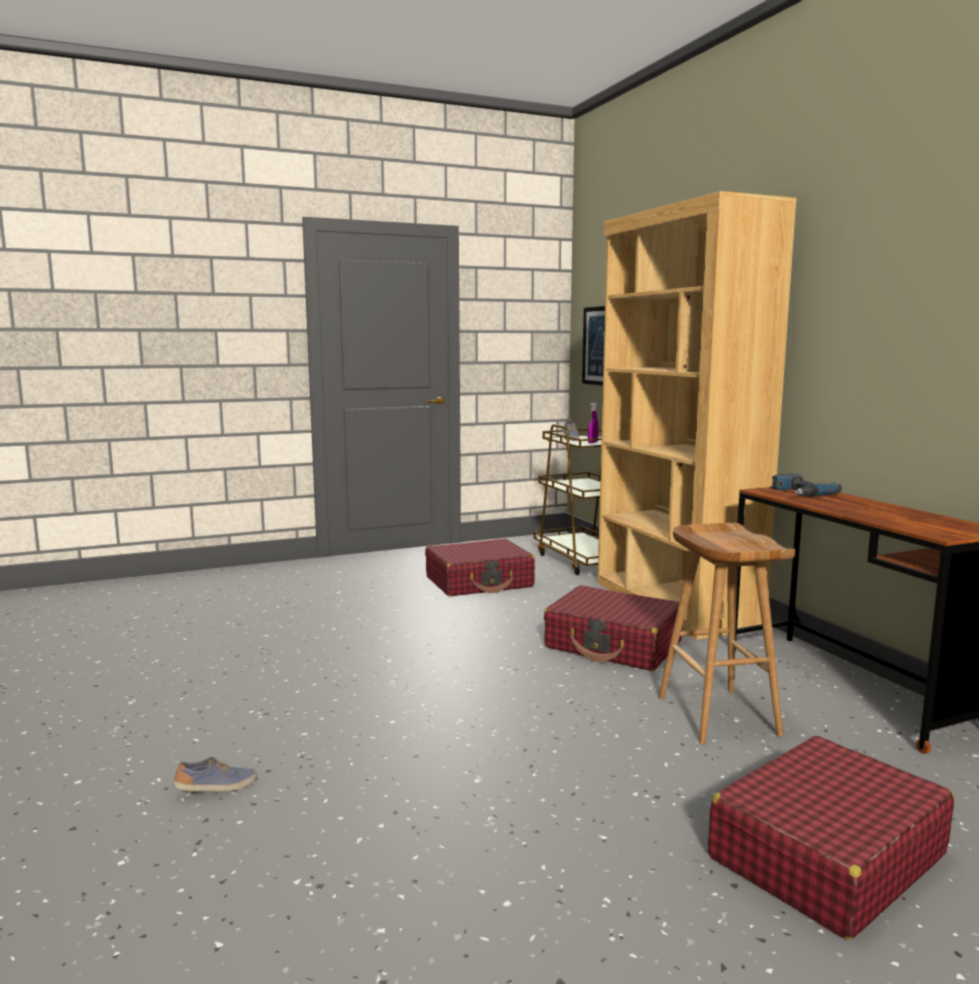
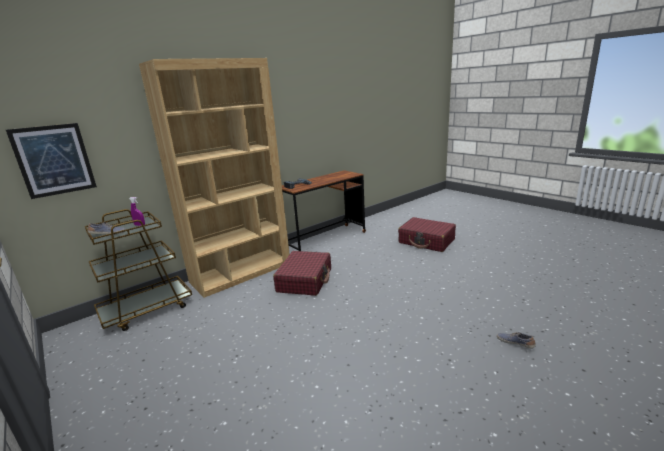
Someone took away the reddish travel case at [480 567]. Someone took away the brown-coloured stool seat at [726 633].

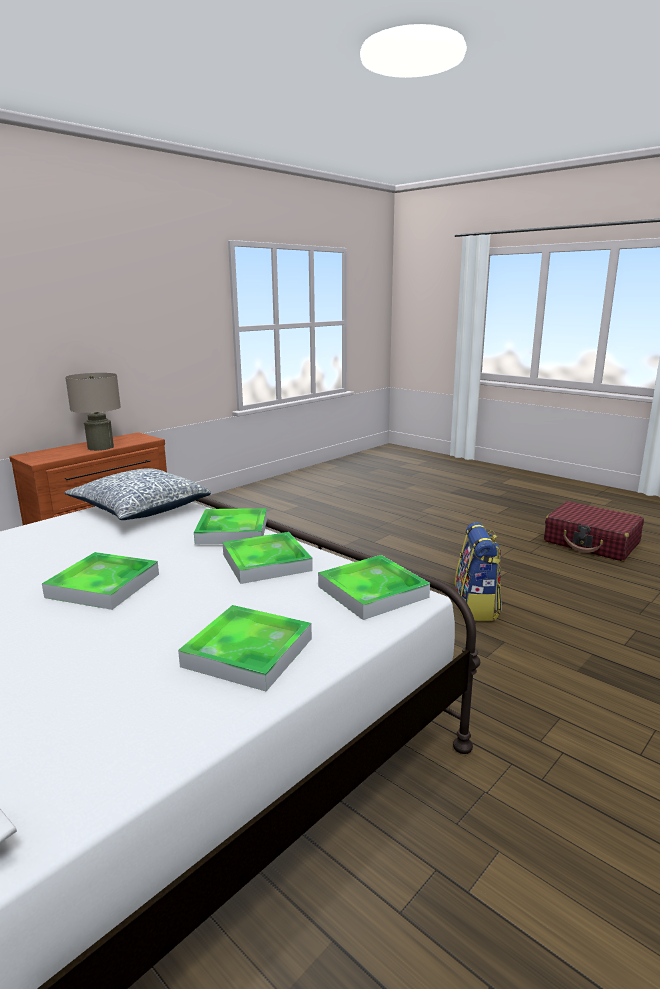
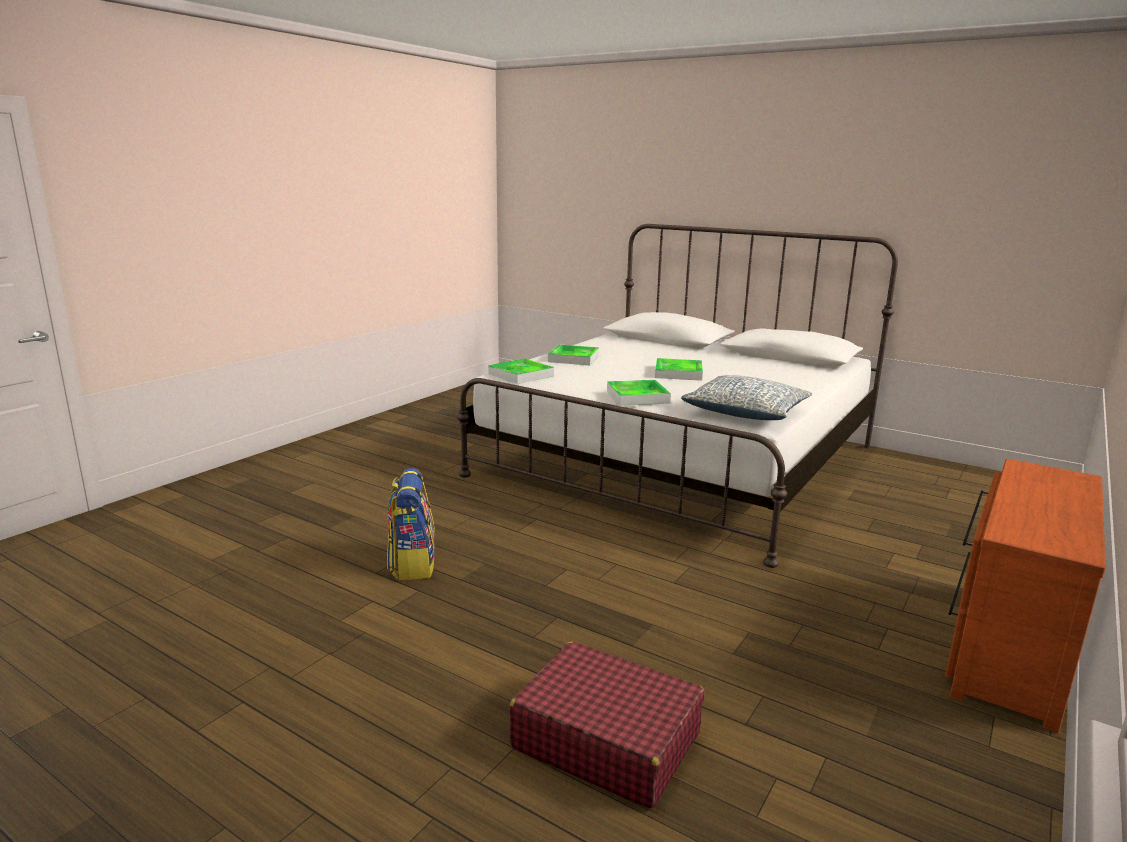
Someone took away the beige table lamp at [93 412]. Someone took away the tray at [267 558]. Someone carried the reddish travel case from [594 531] to [606 725].

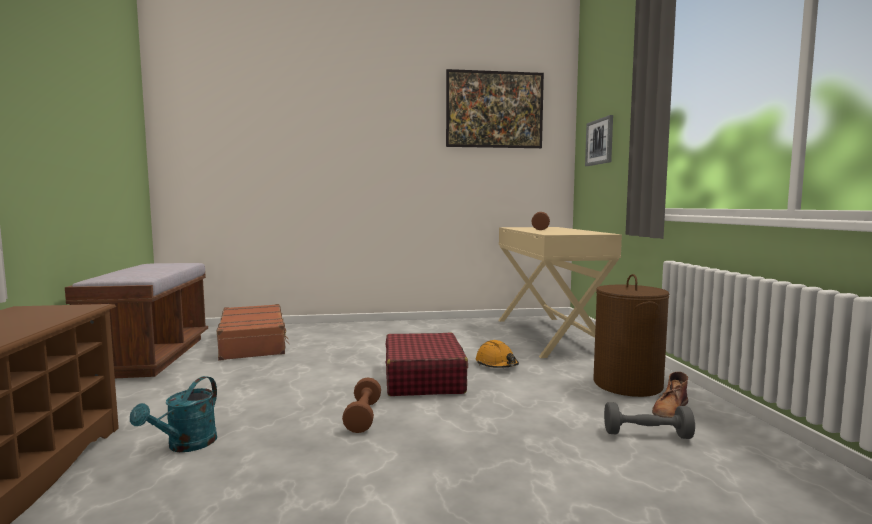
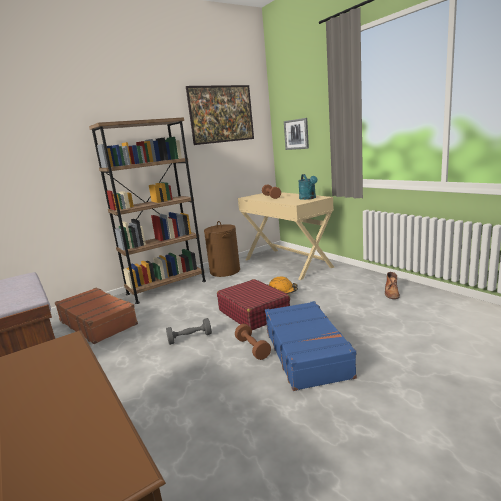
Someone carried the blue-green watering can from [173 414] to [308 187]. Someone carried the brown-coloured washing basket from [631 335] to [222 249]. Someone carried the grey dumbbell from [649 420] to [189 331]. Someone put down the brown-coloured bookshelf at [147 210]. Someone put down the bluish travel case at [311 346].

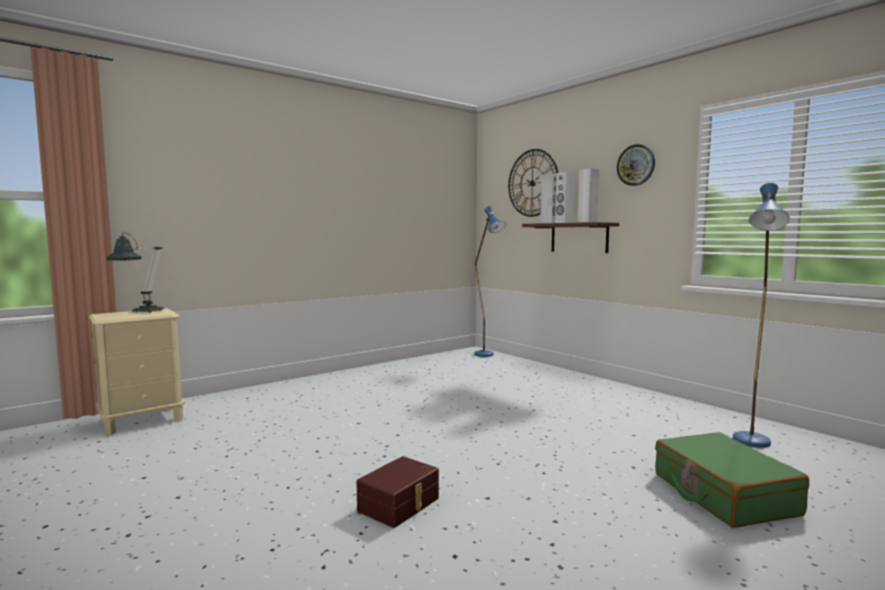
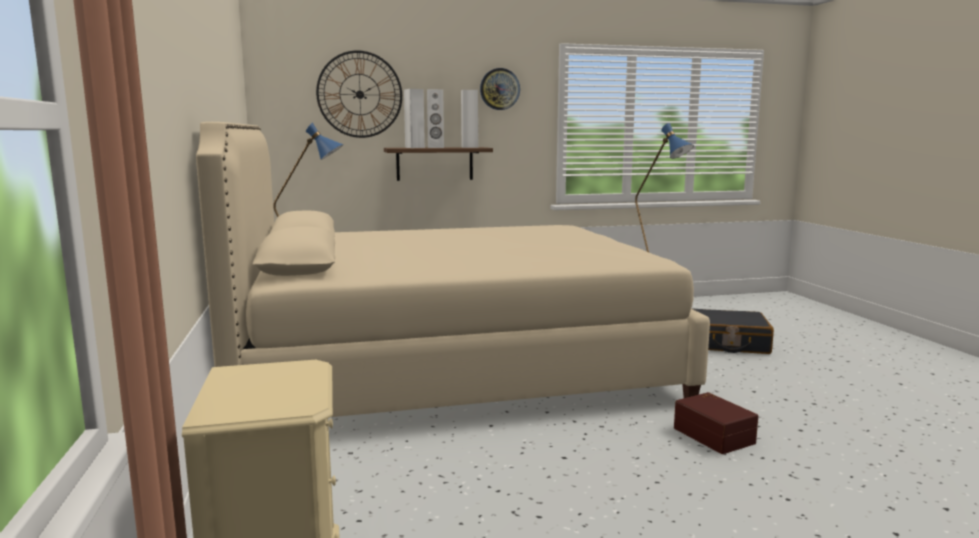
Someone took away the table lamp at [135 273]. Someone repainted the greenish travel case at [732 480], which became the blackish travel case at [732 331]. Someone put down the beige sleeping bed at [453 269].

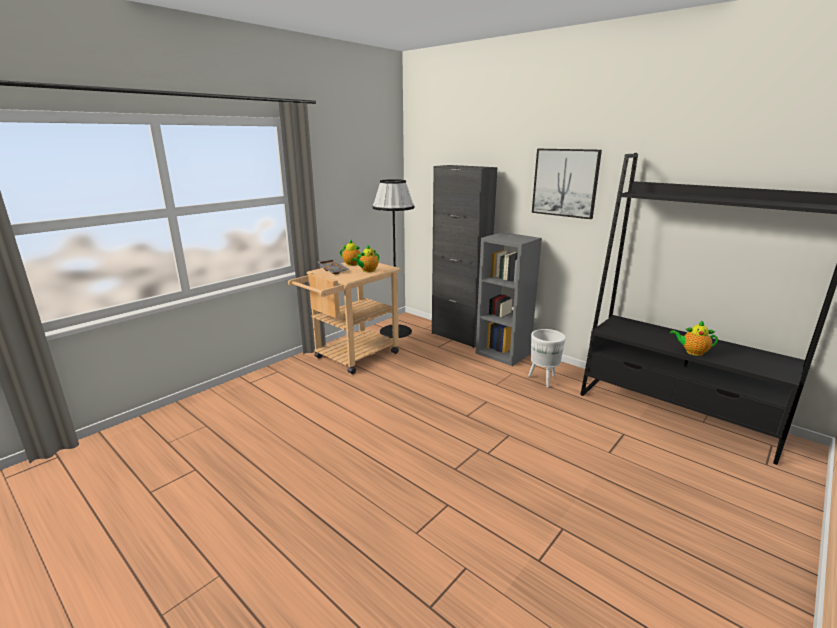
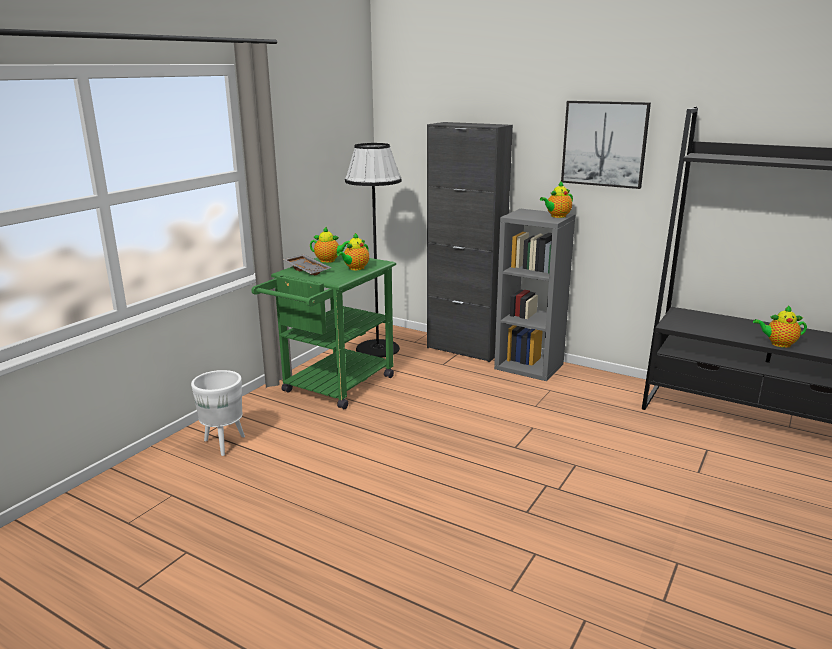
Someone repainted the beige trolley at [344 318], which became the greenish trolley at [323 332]. Someone carried the whitish plant pot from [547 358] to [218 413]. Someone put down the tea pot at [556 199].

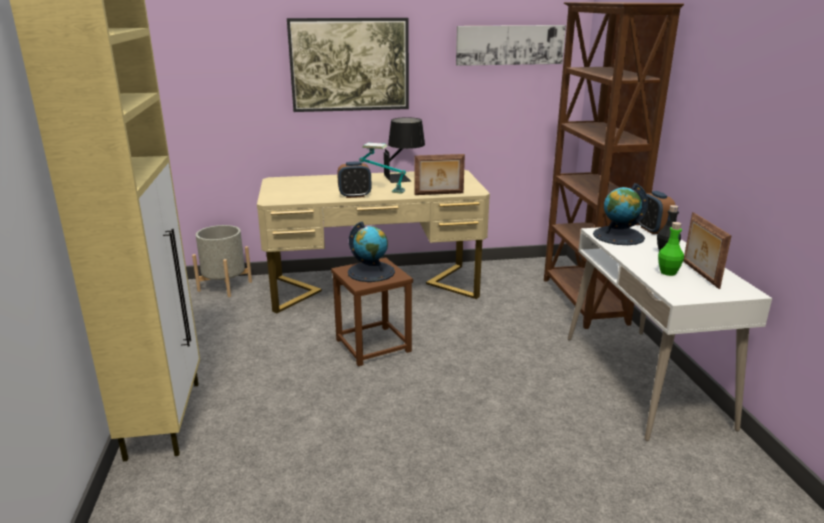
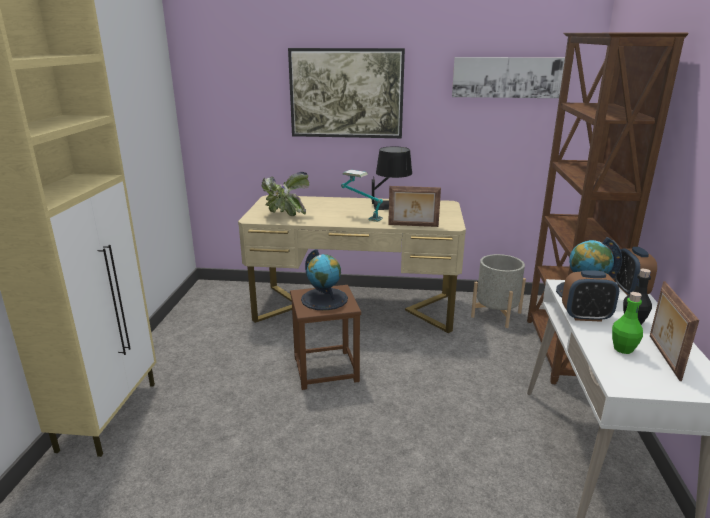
Someone carried the grey plant pot from [222 261] to [498 291]. Someone carried the alarm clock from [354 180] to [590 296]. Someone put down the potted plant at [285 194].

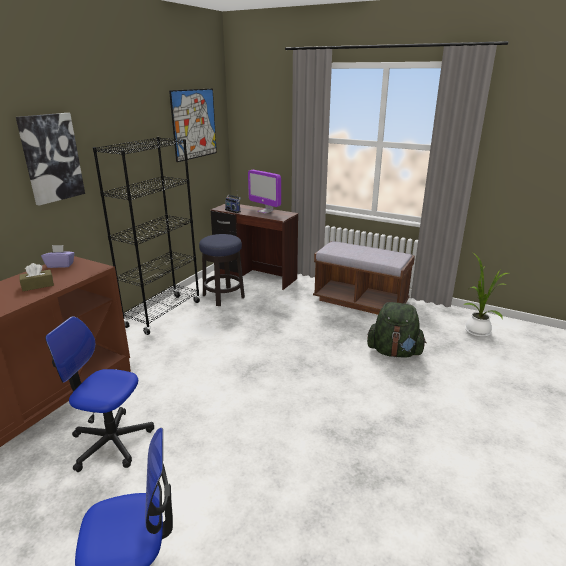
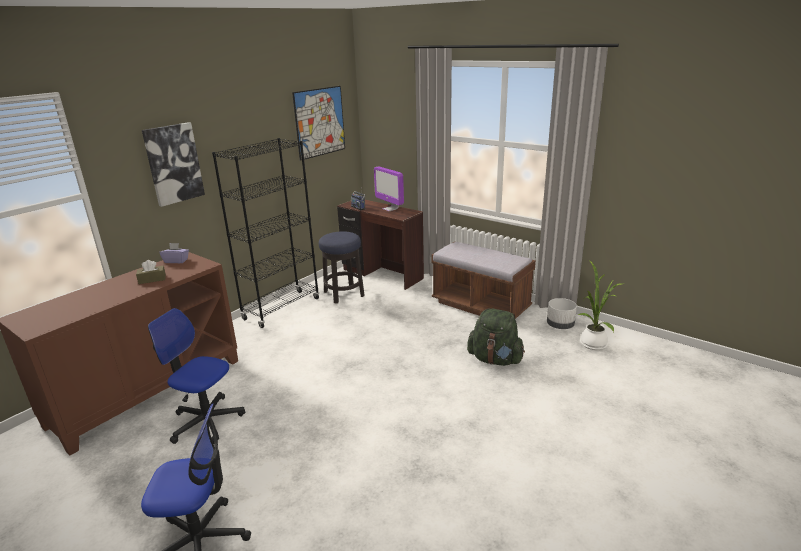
Someone put down the whitish plant pot at [562 313].

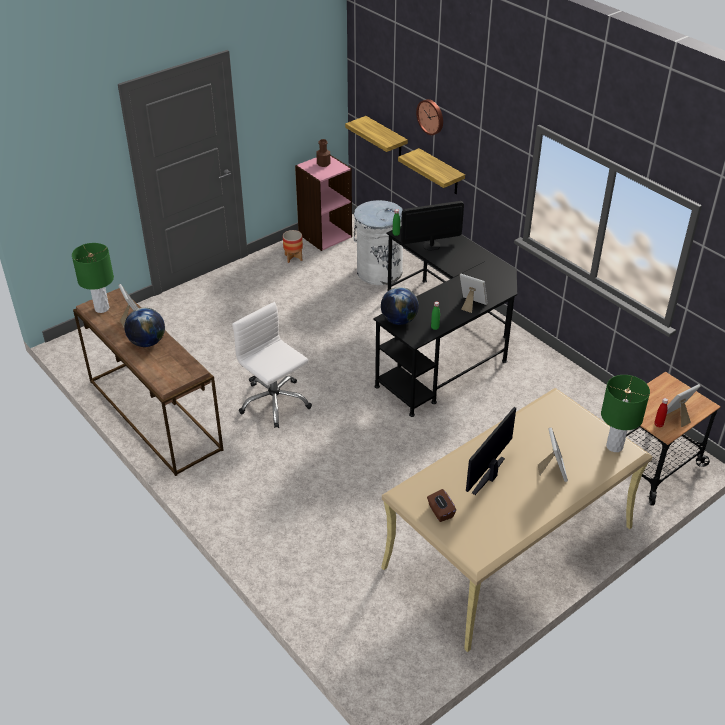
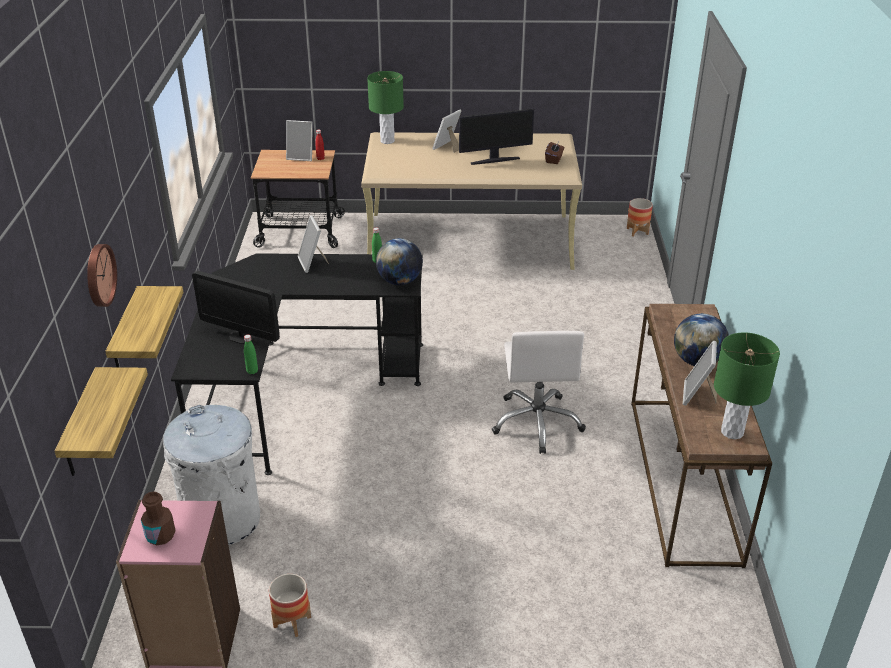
Someone put down the plant pot at [640 217].

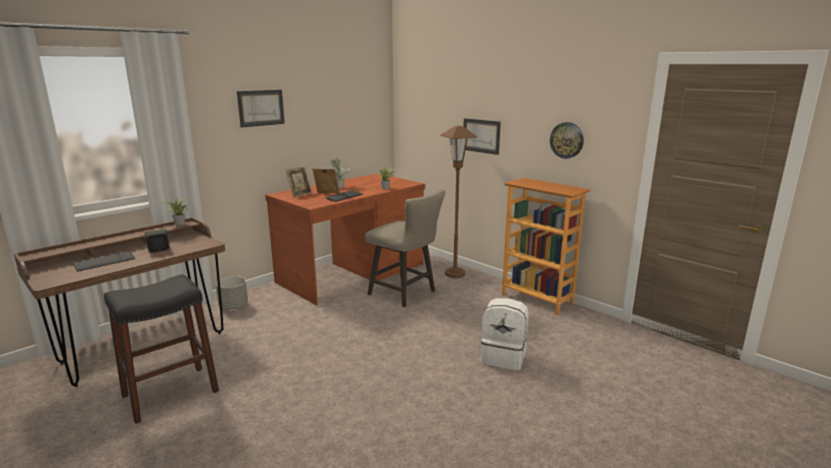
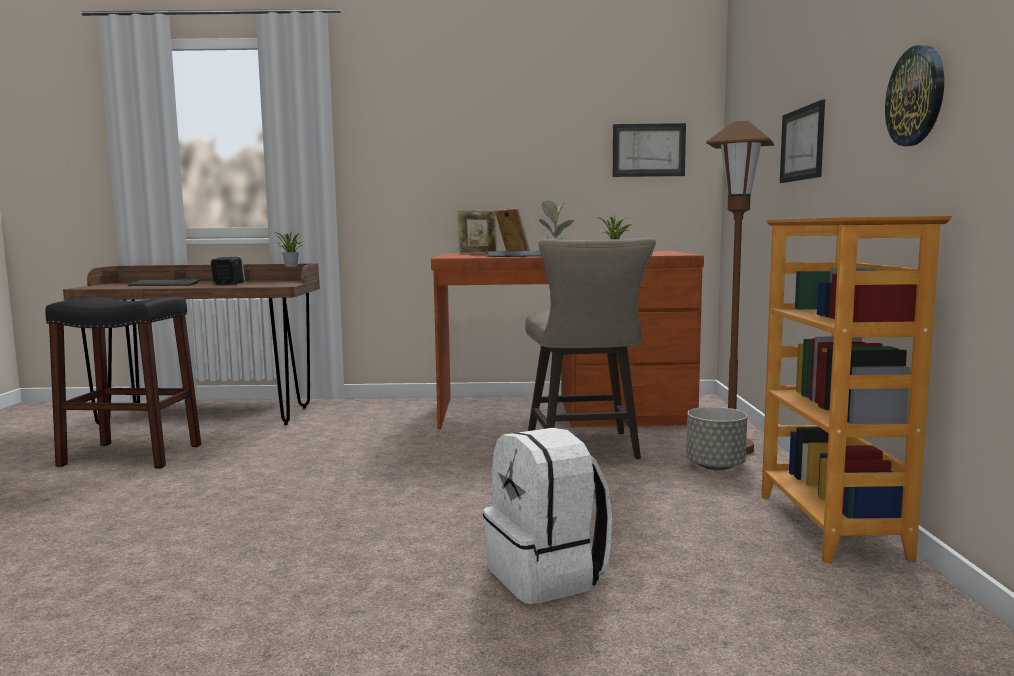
Someone carried the grey plant pot from [232 292] to [716 438]. Someone carried the wall art from [261 109] to [649 150].

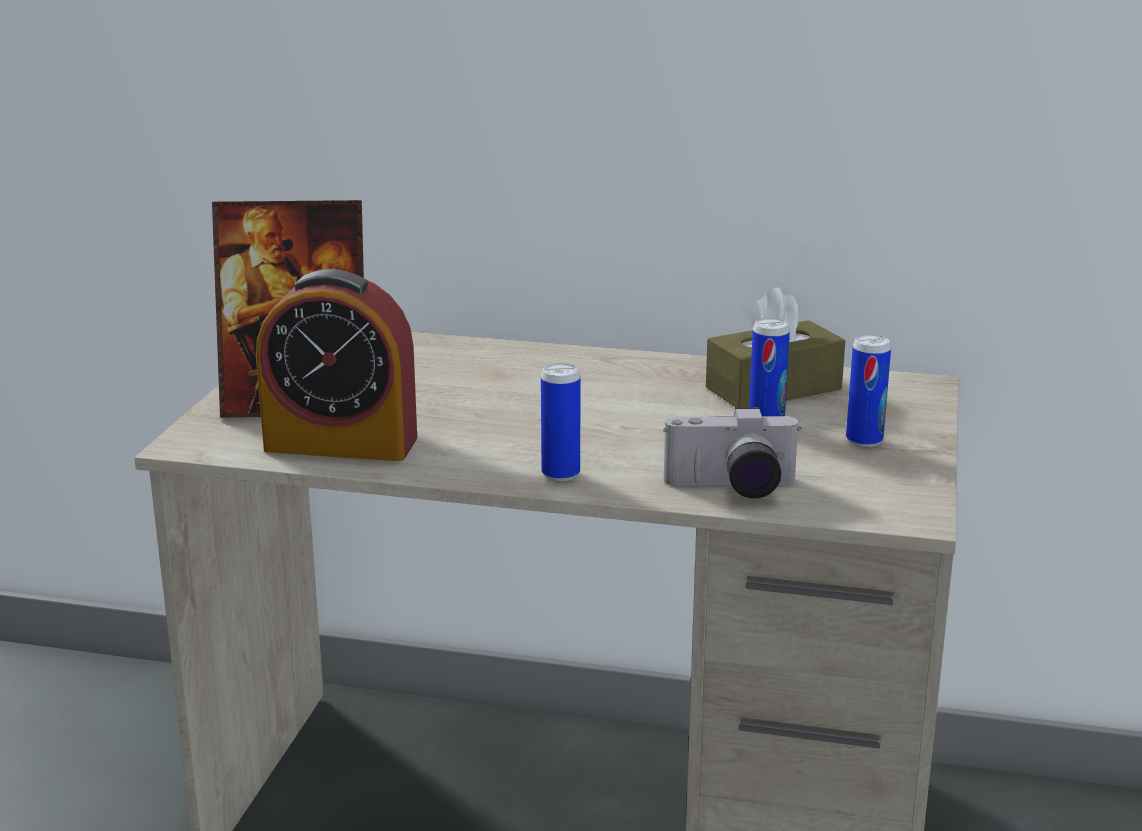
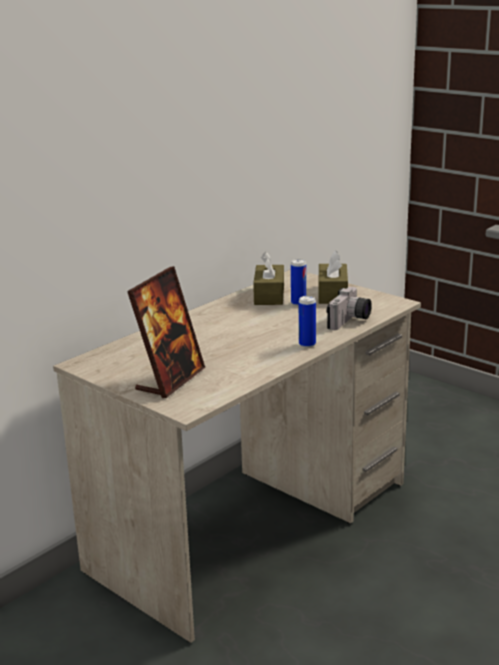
Someone took away the alarm clock at [336 365]. Someone swapped the metal can at [868 390] for the brown-coloured box of tissues at [333 277].

